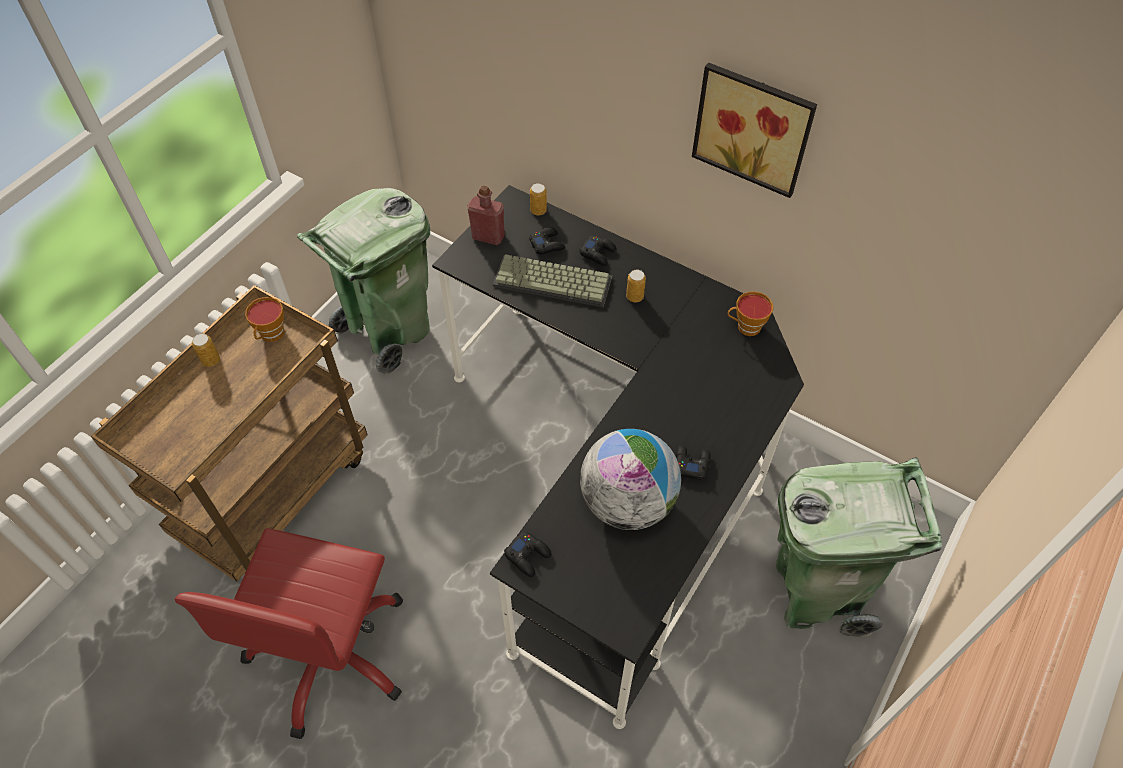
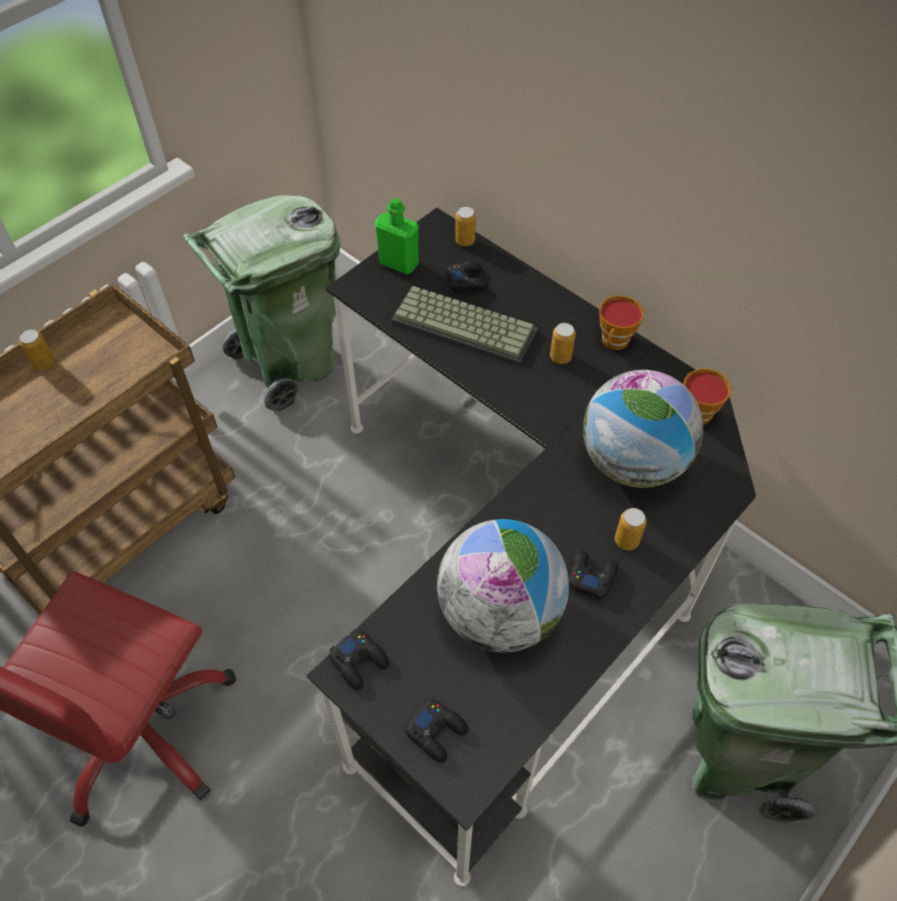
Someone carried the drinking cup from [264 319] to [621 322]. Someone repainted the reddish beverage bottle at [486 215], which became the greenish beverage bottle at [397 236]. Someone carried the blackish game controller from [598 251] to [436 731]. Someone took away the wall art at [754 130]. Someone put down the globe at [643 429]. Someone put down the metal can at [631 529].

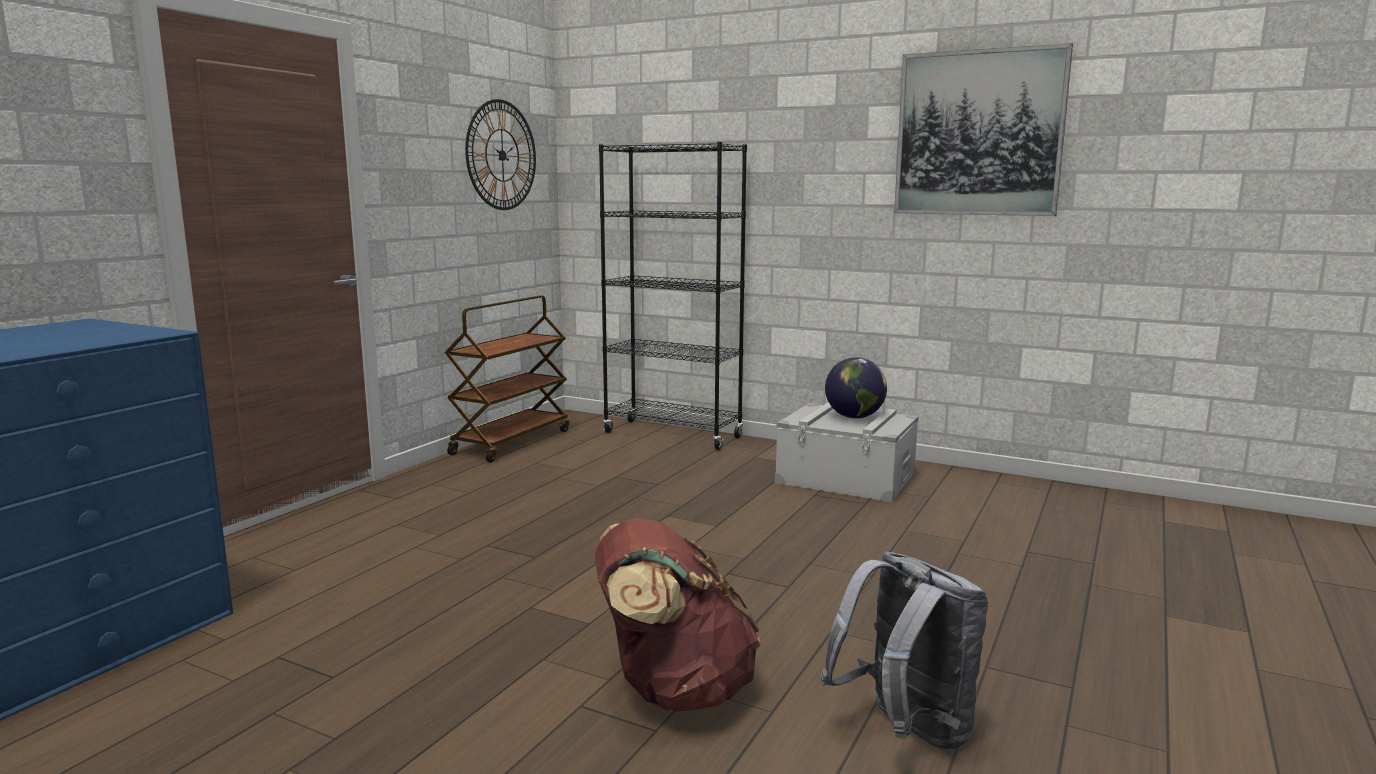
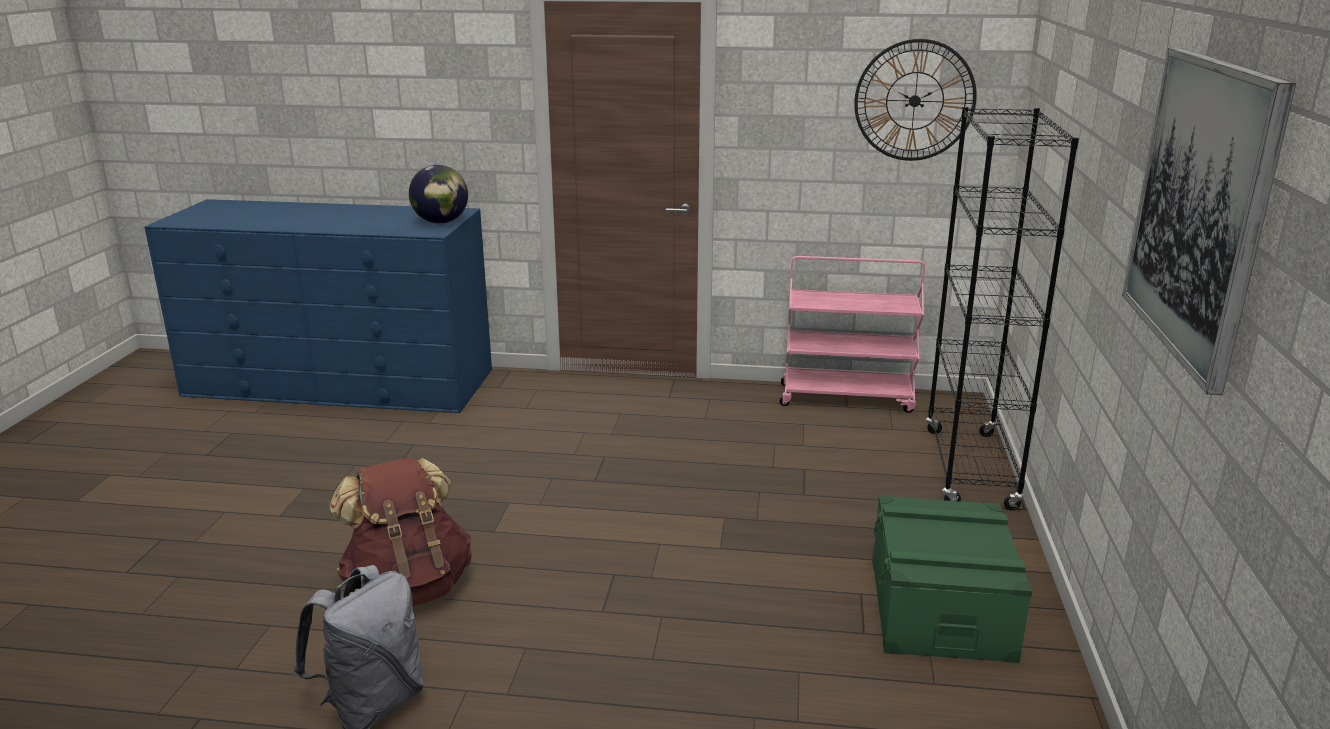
Someone repainted the brown-coloured trolley at [507 379], which became the pink-coloured trolley at [852 334]. Someone repainted the grey storage bin at [847 452], which became the greenish storage bin at [952 579]. Someone carried the globe from [856 387] to [438 194].

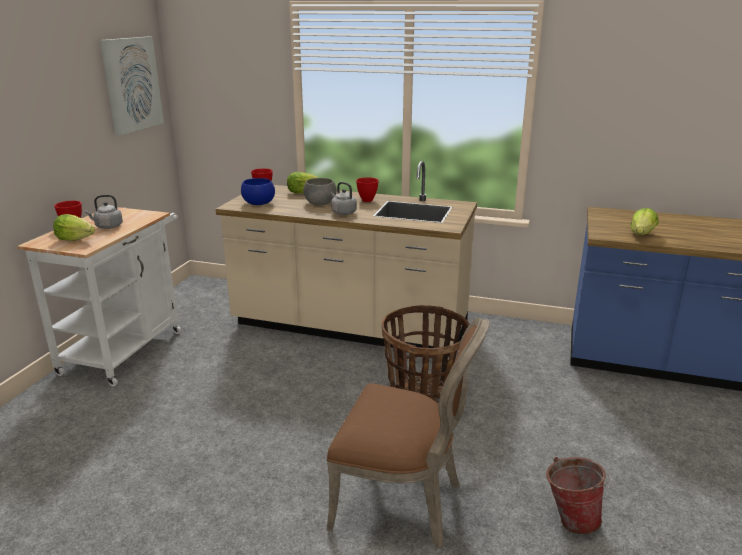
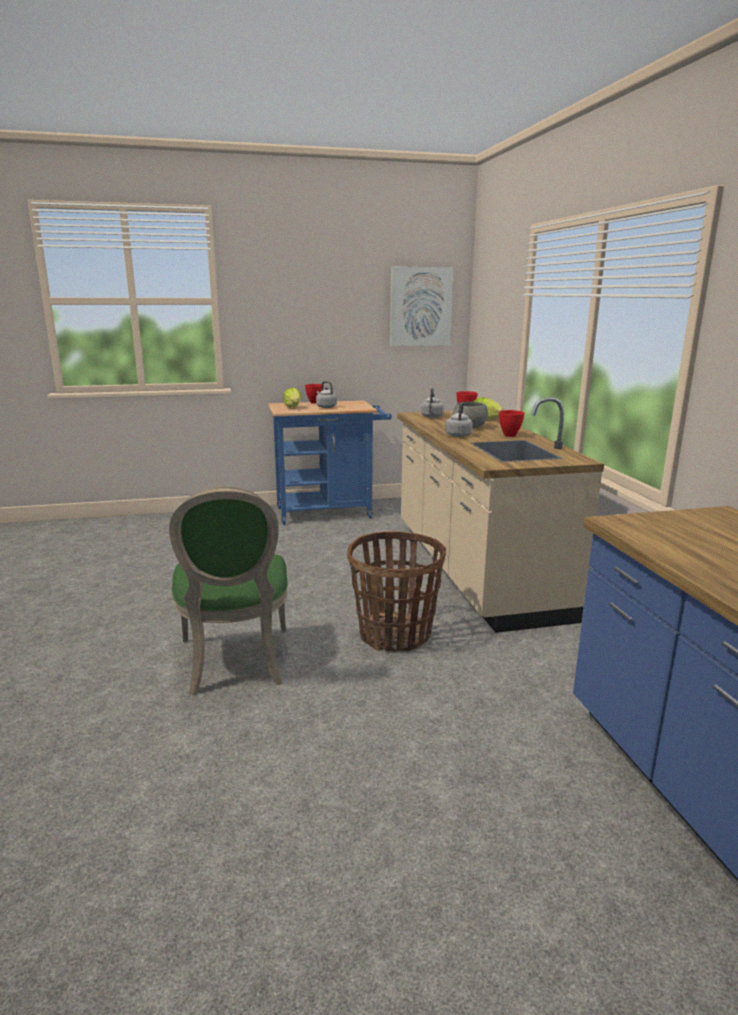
Someone repainted the whitish trolley at [99 296], which became the bluish trolley at [330 462]. Someone swapped the bluish serving bowl at [258 191] for the grey tea kettle at [432 402]. Someone repainted the brown-coloured chair at [408 432], which became the greenish chair at [228 590]. Someone took away the water bucket at [578 495]. Someone took away the head of lettuce at [644 221].

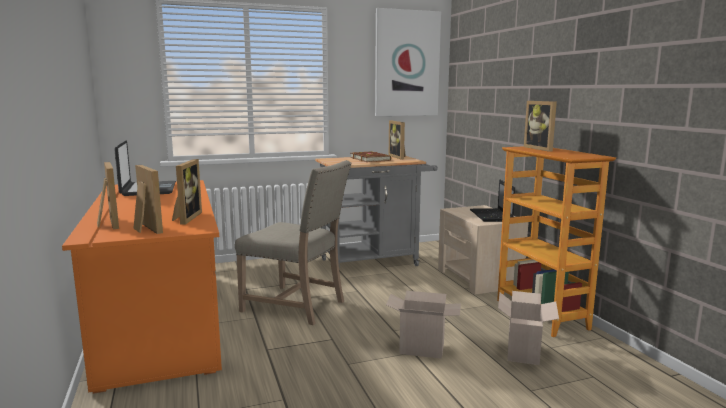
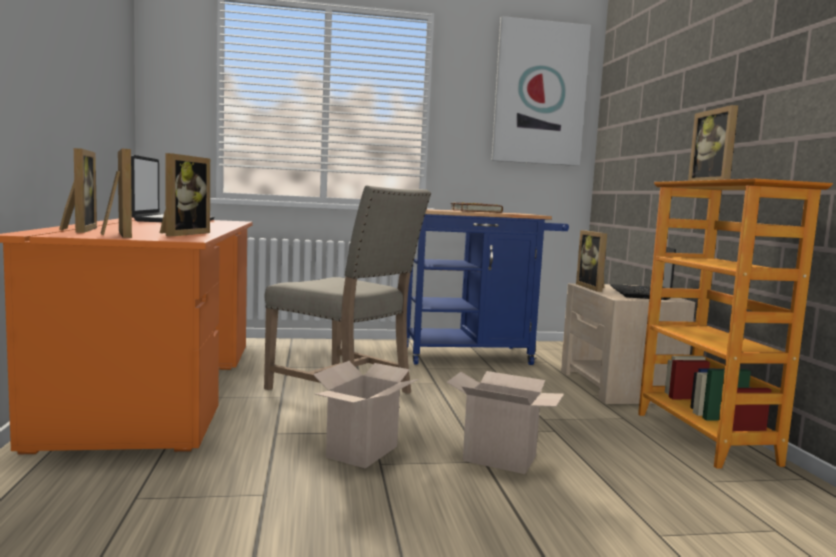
Someone repainted the grey trolley at [376 212], which became the bluish trolley at [488 287]. Someone carried the standing frame from [397 140] to [591 261]. Someone carried the packing box from [528 328] to [366 415].

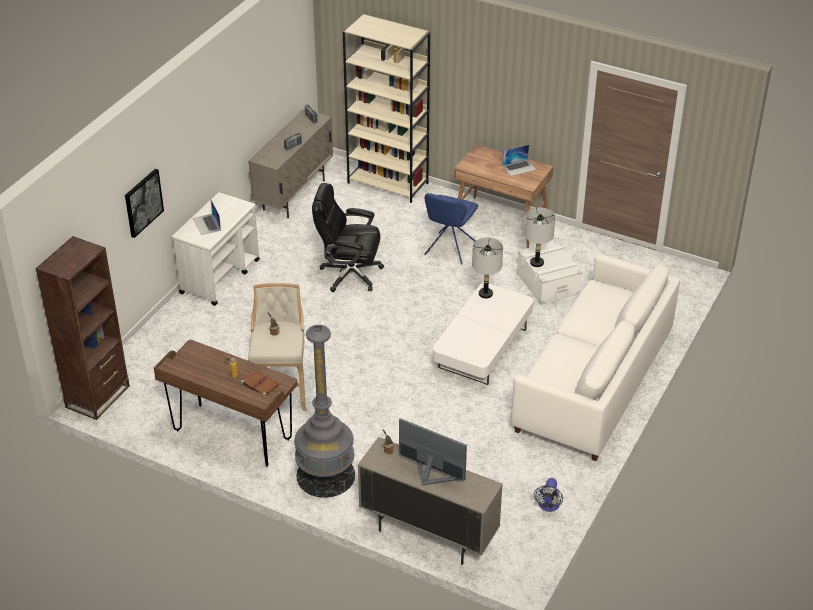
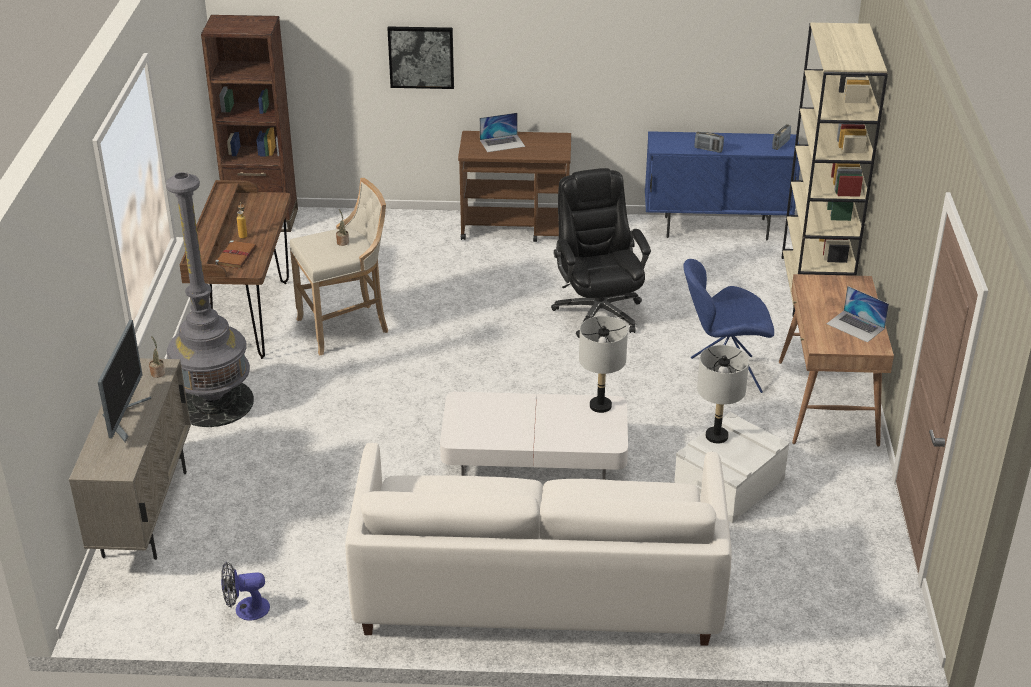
Someone repainted the whitish trolley at [216 249], which became the brown-coloured trolley at [514 186]. Someone rotated the laptop at [207 216] by 150 degrees counterclockwise. Someone repainted the beige cabinet at [290 163], which became the bluish cabinet at [722 185].

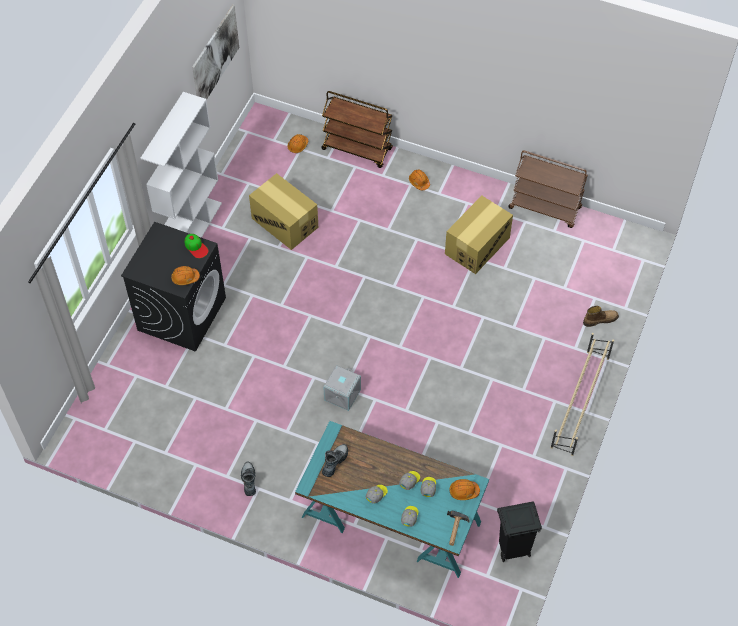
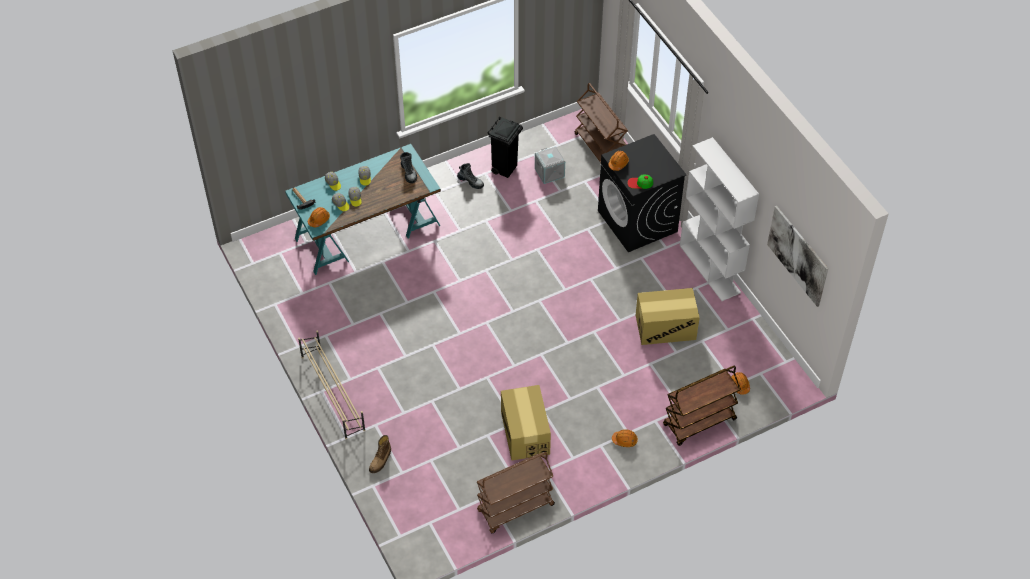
Someone carried the grey storage bin from [342 388] to [550 165]. Someone carried the blackish waste bin from [519 531] to [505 147]. Someone put down the brown-coloured trolley at [601 123].

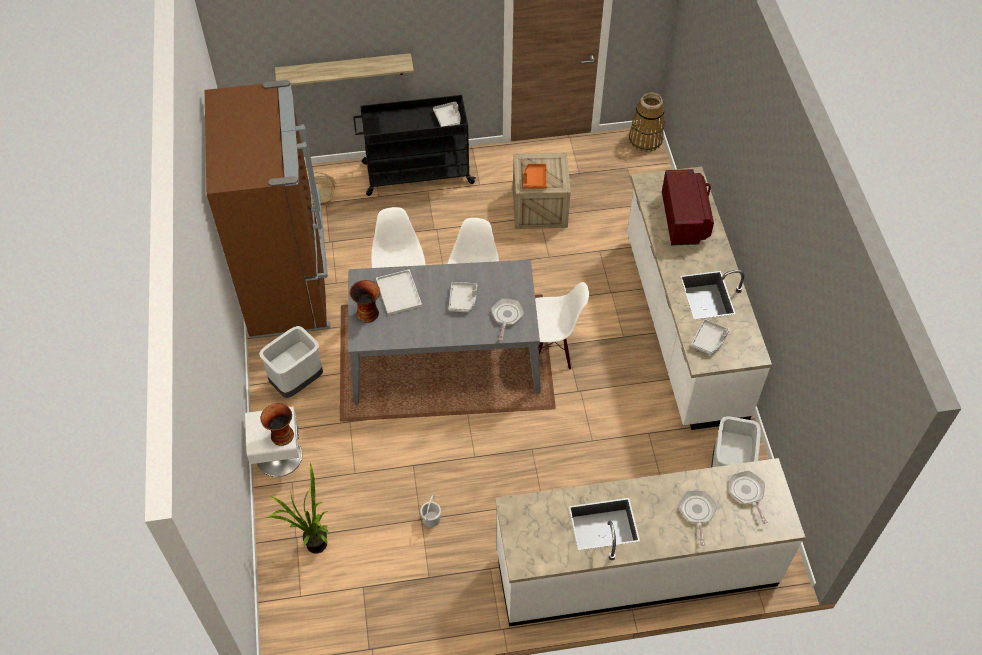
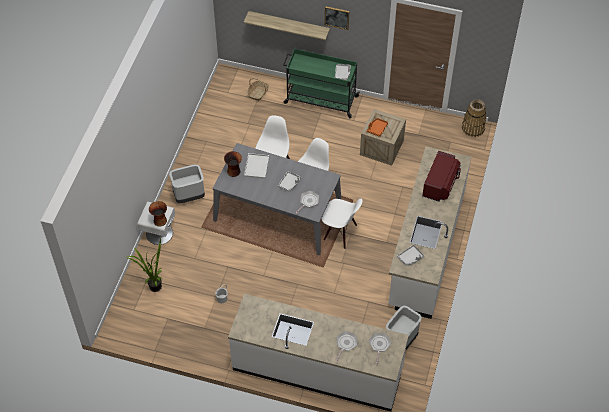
Someone took away the brown-coloured fridge at [268 209]. Someone repainted the blackish trolley at [414 145], which became the greenish trolley at [321 83]. Someone put up the wall art at [337 18].

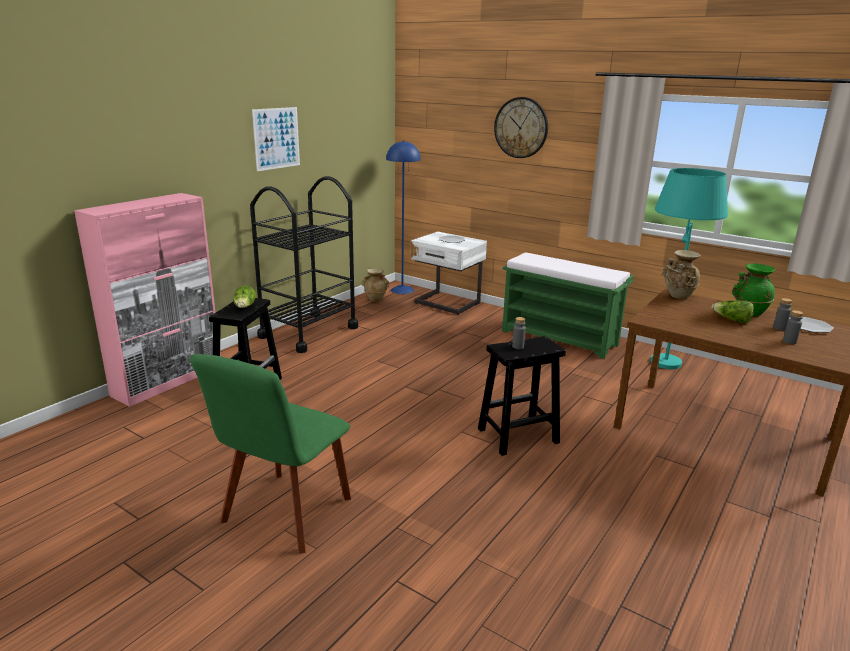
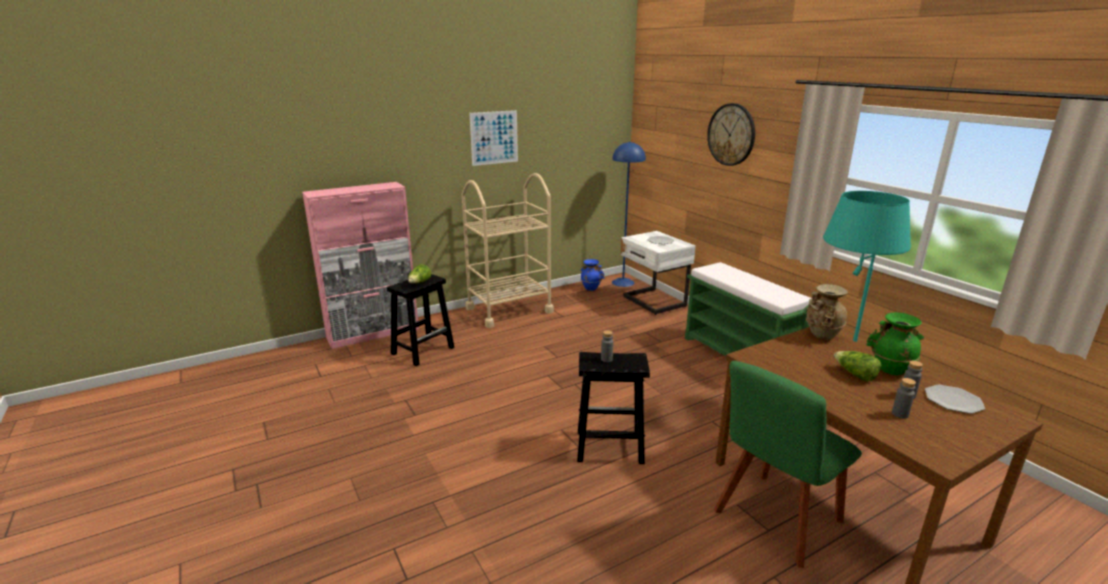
Someone carried the greenish chair from [270 454] to [788 464]. Someone repainted the blackish trolley at [304 264], which became the beige trolley at [508 250]. Someone repainted the beige decorative vase at [375 285], which became the bluish decorative vase at [593 275].

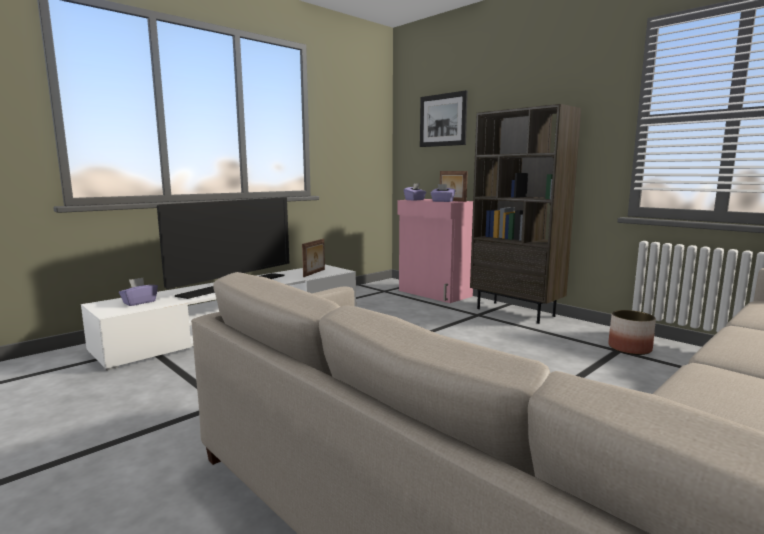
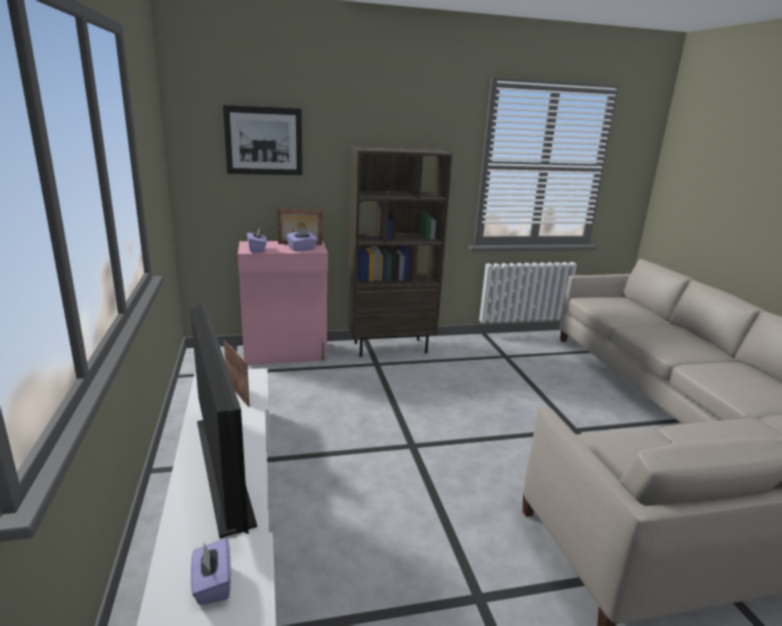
Someone took away the plant pot at [632 332].

